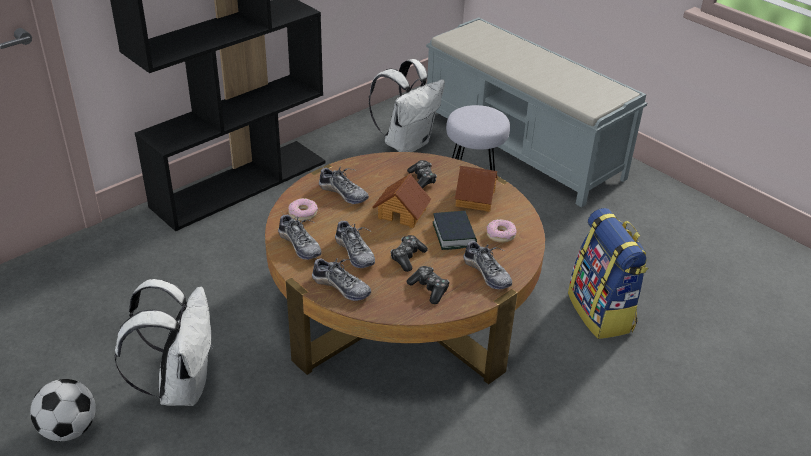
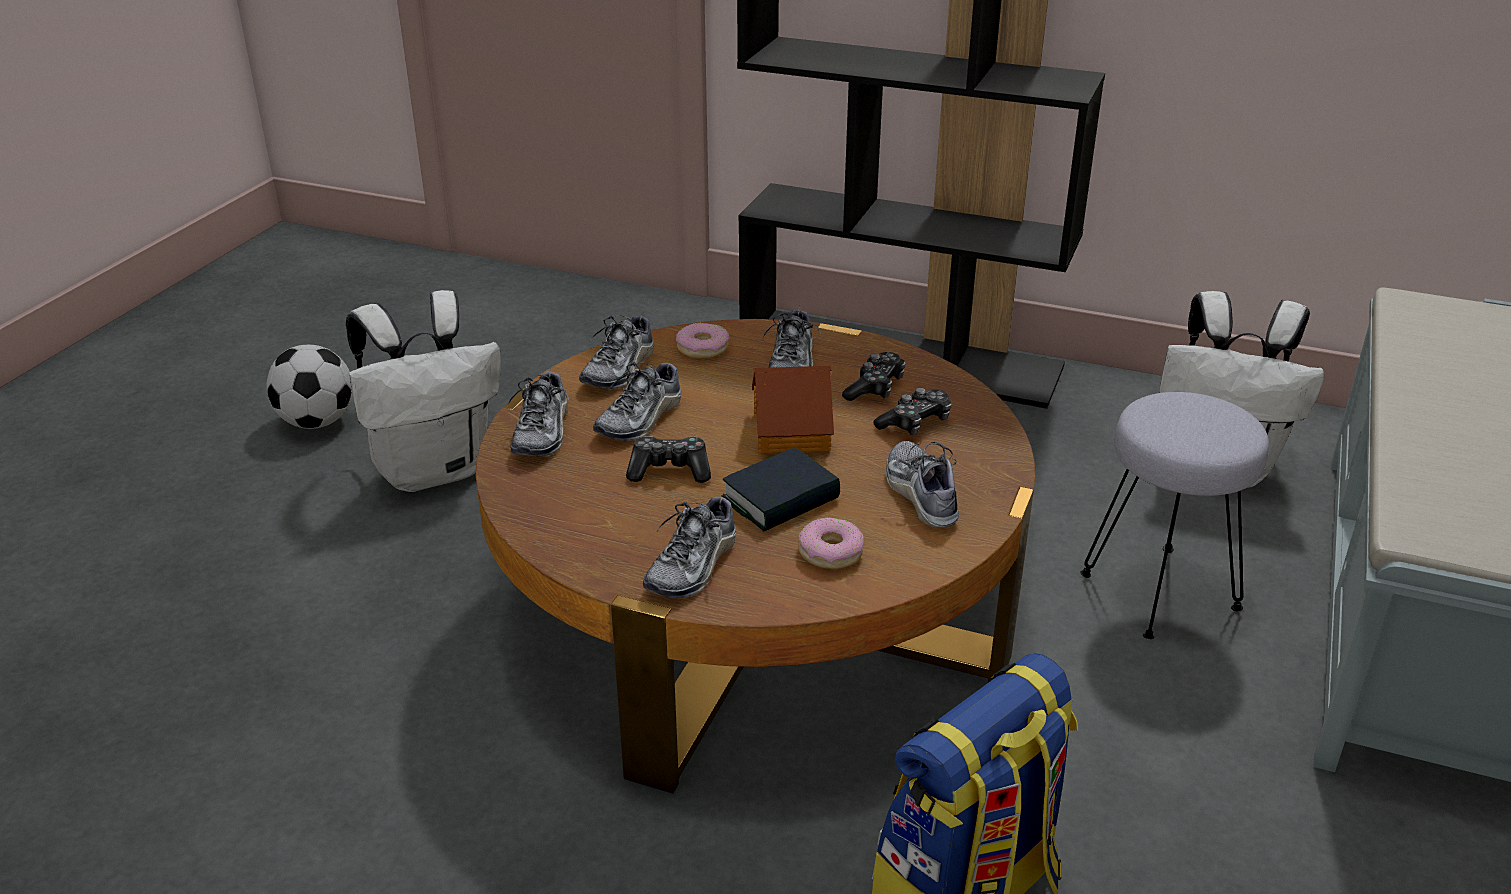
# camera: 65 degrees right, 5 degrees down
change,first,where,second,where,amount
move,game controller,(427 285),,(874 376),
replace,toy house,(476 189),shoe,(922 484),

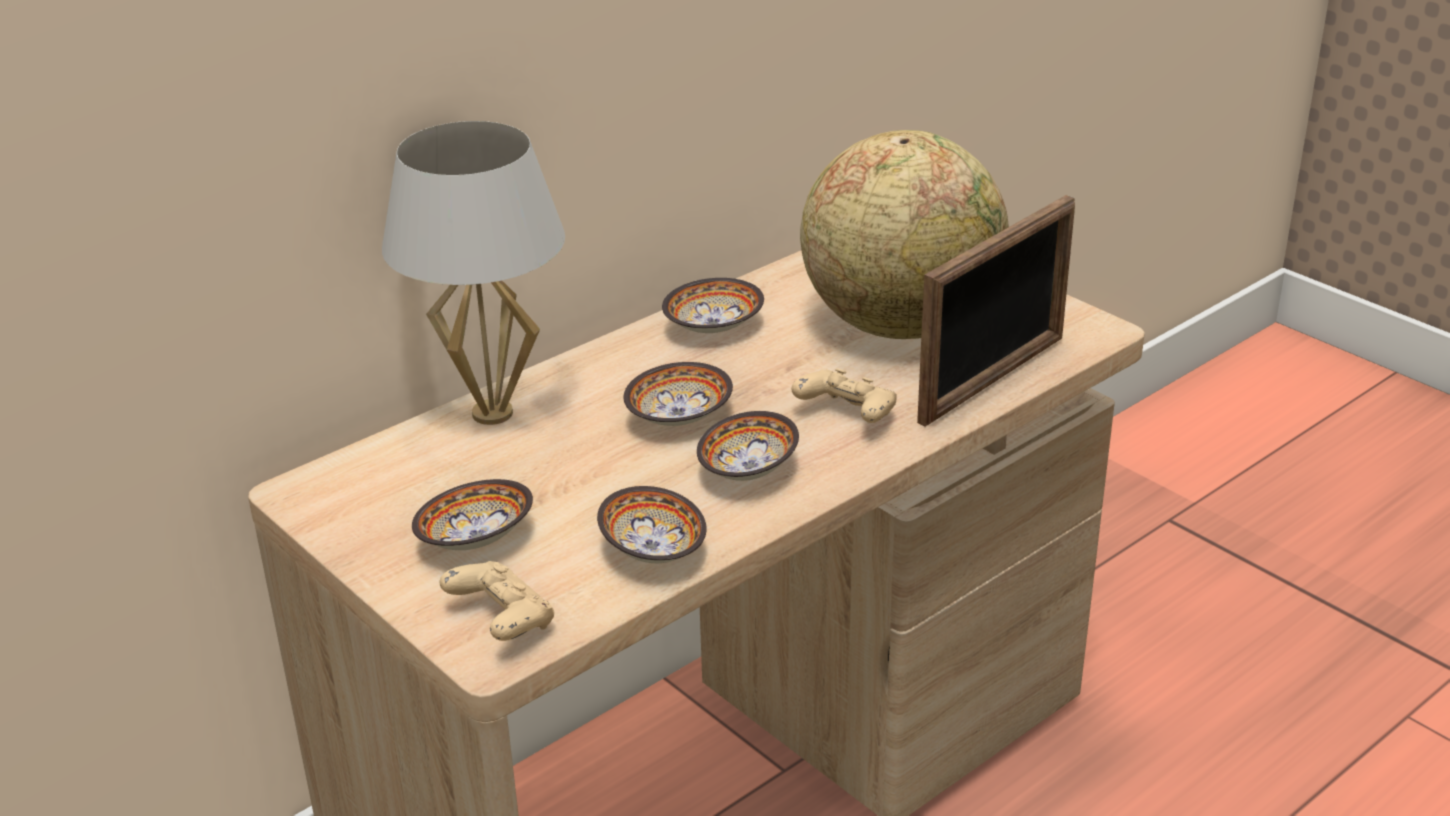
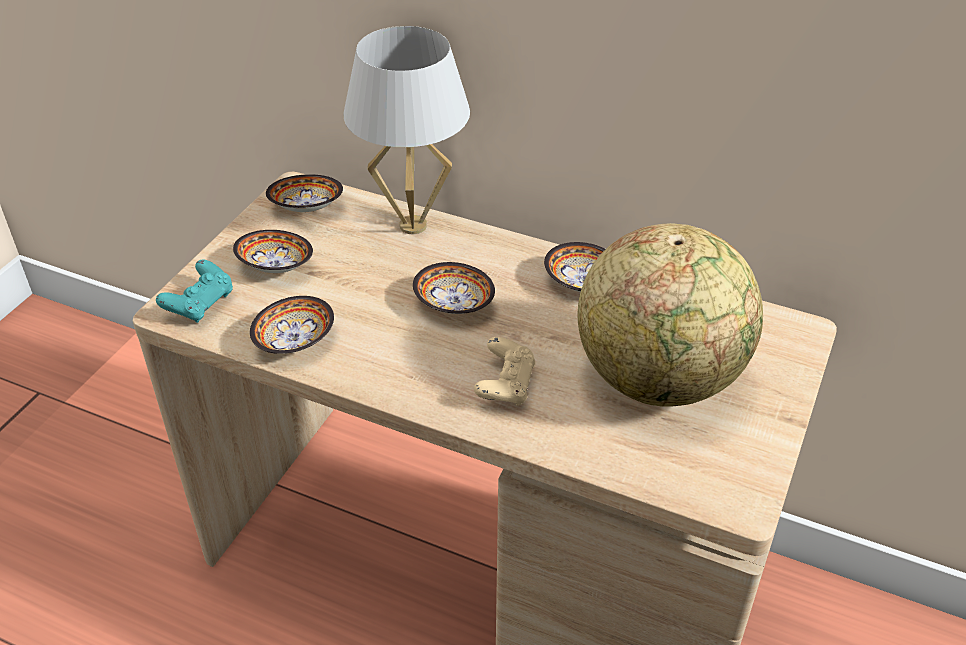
# camera: 65 degrees right, 10 degrees up
change,first,where,second,where,amount
delete,picture frame,(996 311),,,
move,bowl,(748 446),,(304 193),
recolor,beige game controller,(497 601),turquoise game controller,(194 291),

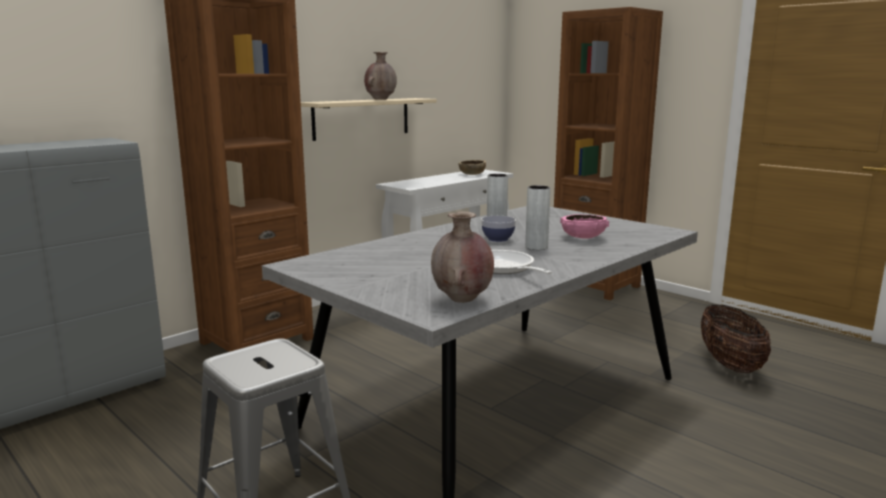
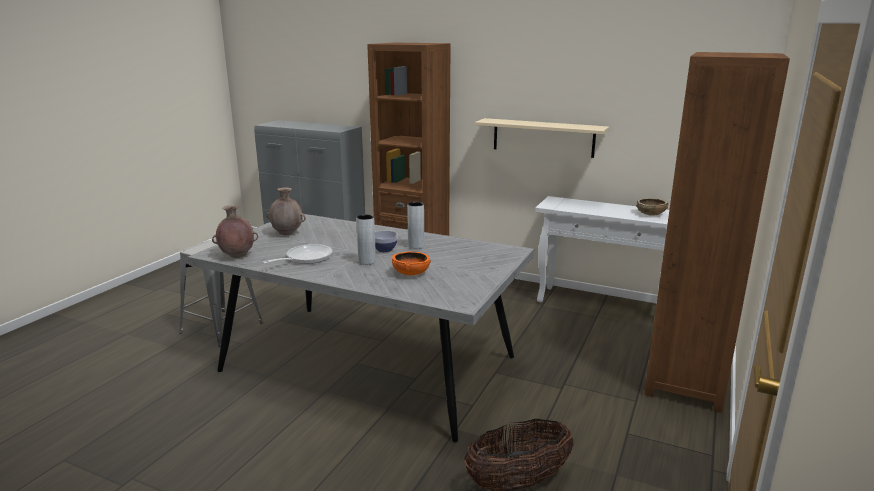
# camera: 70 degrees right, 5 degrees up
change,first,where,second,where,amount
move,brown vase,(380 76),,(286 211),
recolor,pink bowl,(584 226),orange bowl,(411 263),

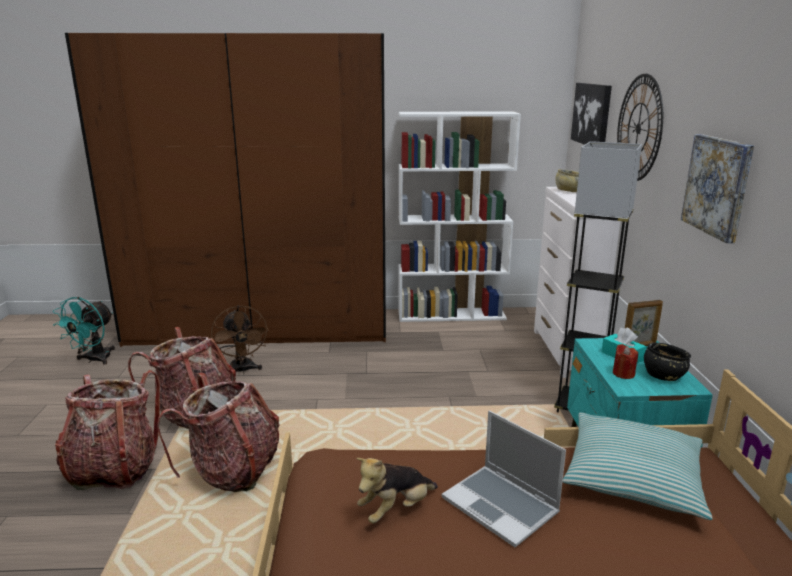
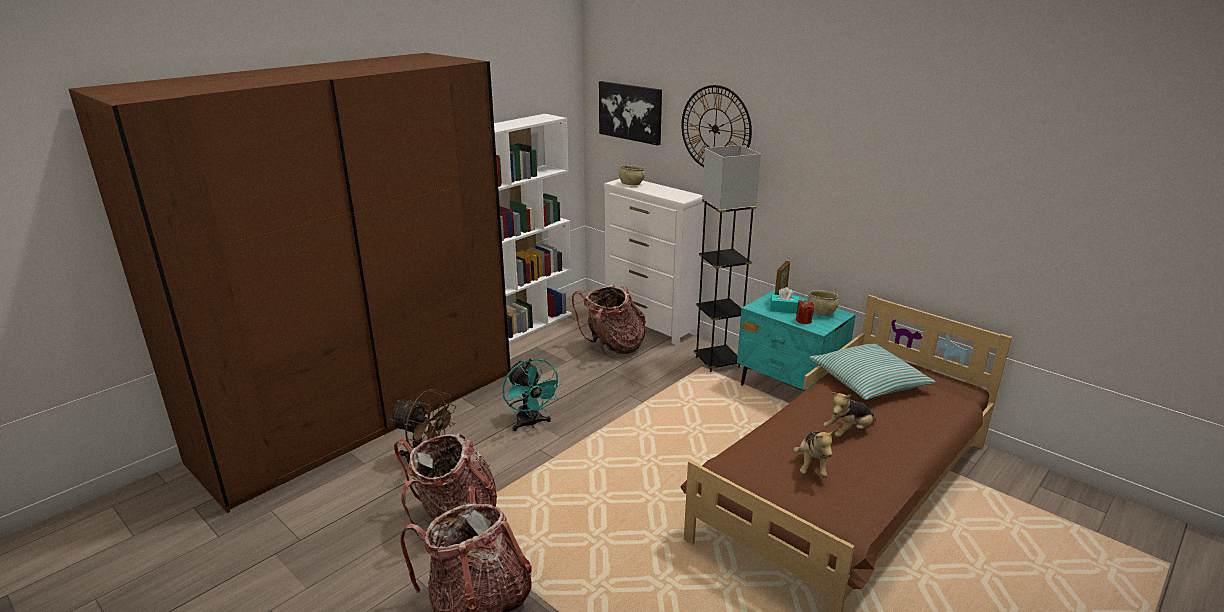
# camera: 45 degrees left, 5 degrees up
change,first,where,second,where,amount
delete,picture,(717 188),,,
move,turquoise fan,(84 331),,(532 395),
move,backpack,(218 432),,(609 319),
replace,laptop,(504 479),plush toy,(849 414),
recolor,black bowl,(667 362),beige bowl,(823 303),

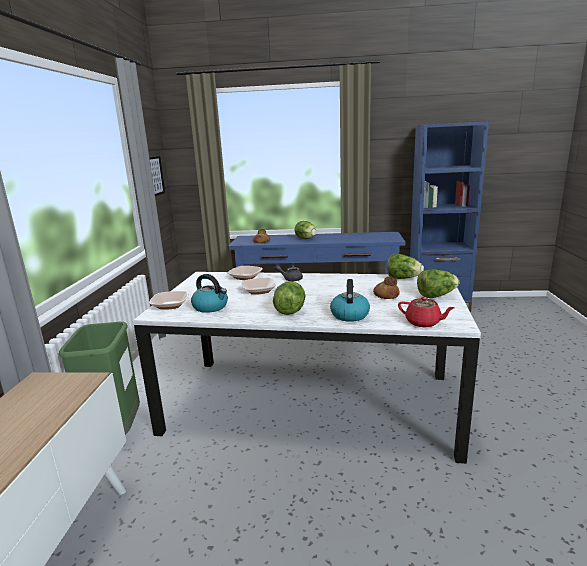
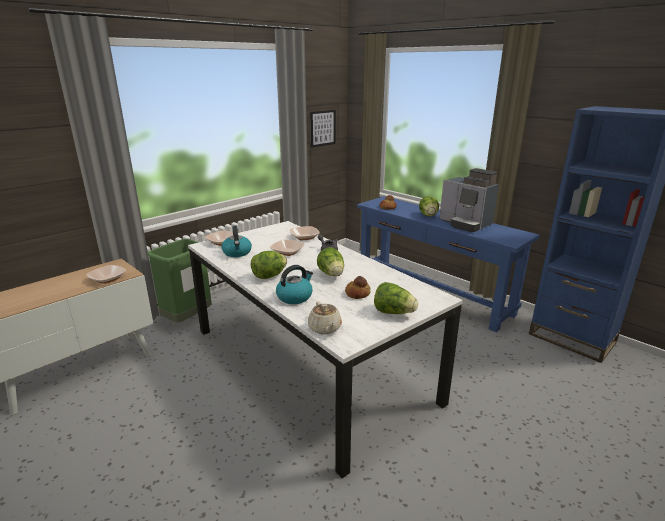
# camera: 40 degrees right, 5 degrees up
change,first,where,second,where,amount
insert,,,bowl,(106 274),
insert,,,coffee machine,(469 200),
move,lettuce,(405 266),,(330 261),
recolor,red teapot,(426 312),beige teapot,(325 317),

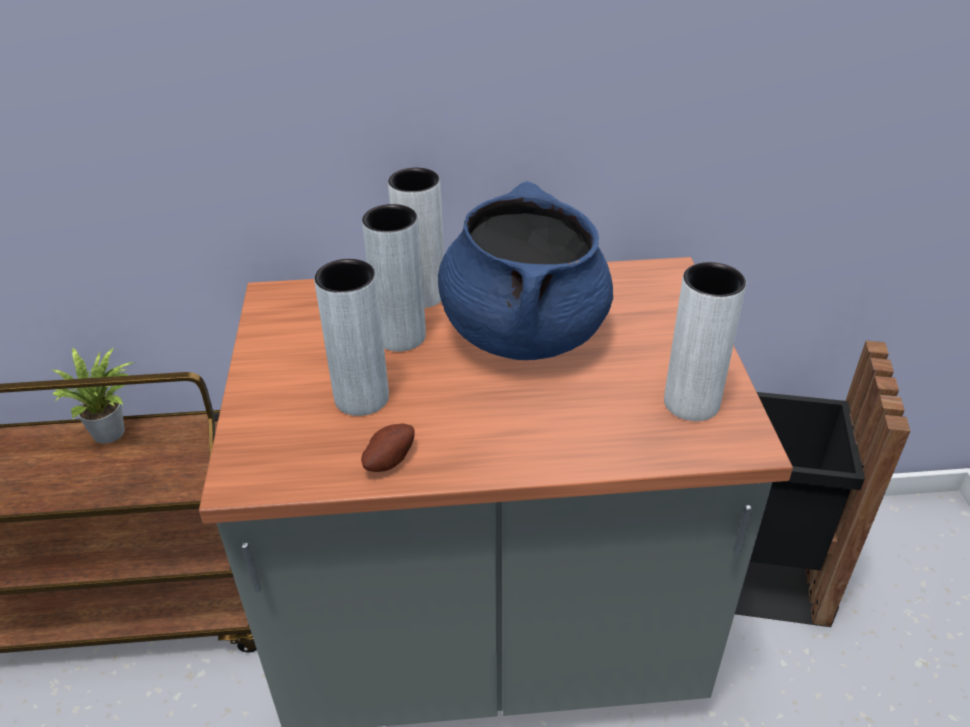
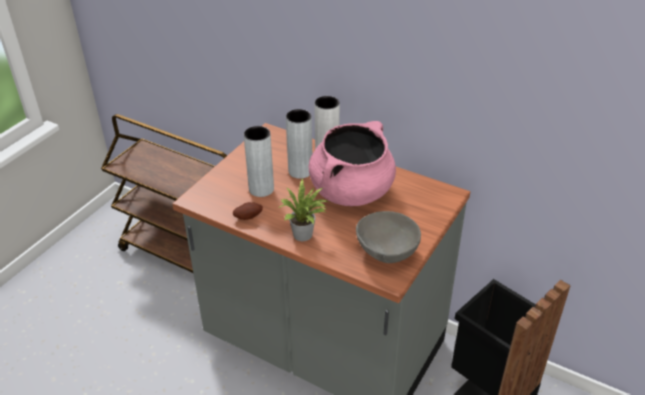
# camera: 35 degrees right, 0 degrees up
change,first,where,second,where,amount
move,potted plant,(92 396),,(303 209),
replace,white vase,(705 341),grey bowl,(388 237),
recolor,blue cooking pot,(525 270),pink cooking pot,(352 163),

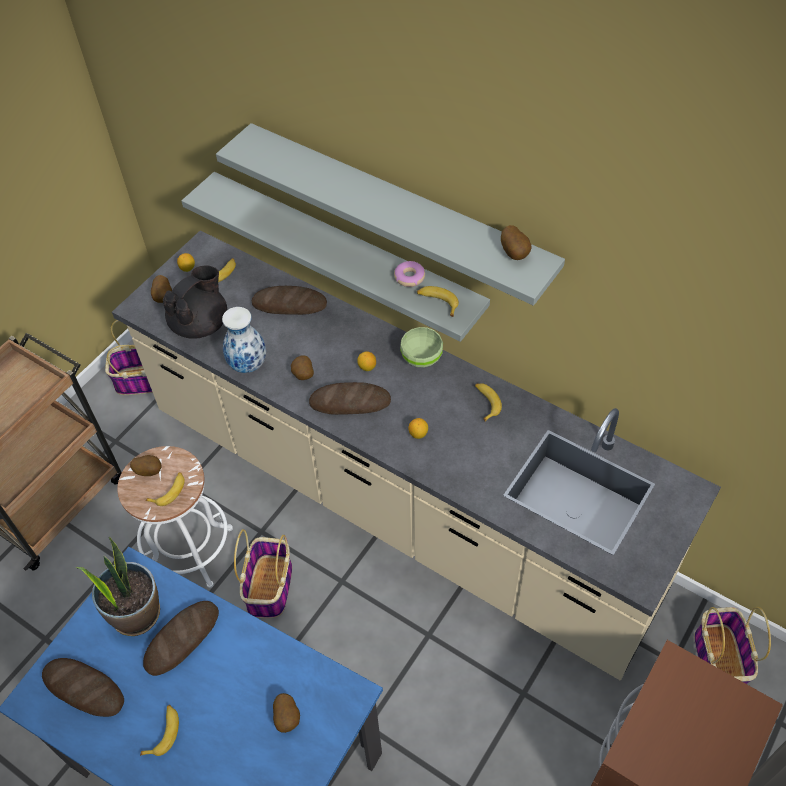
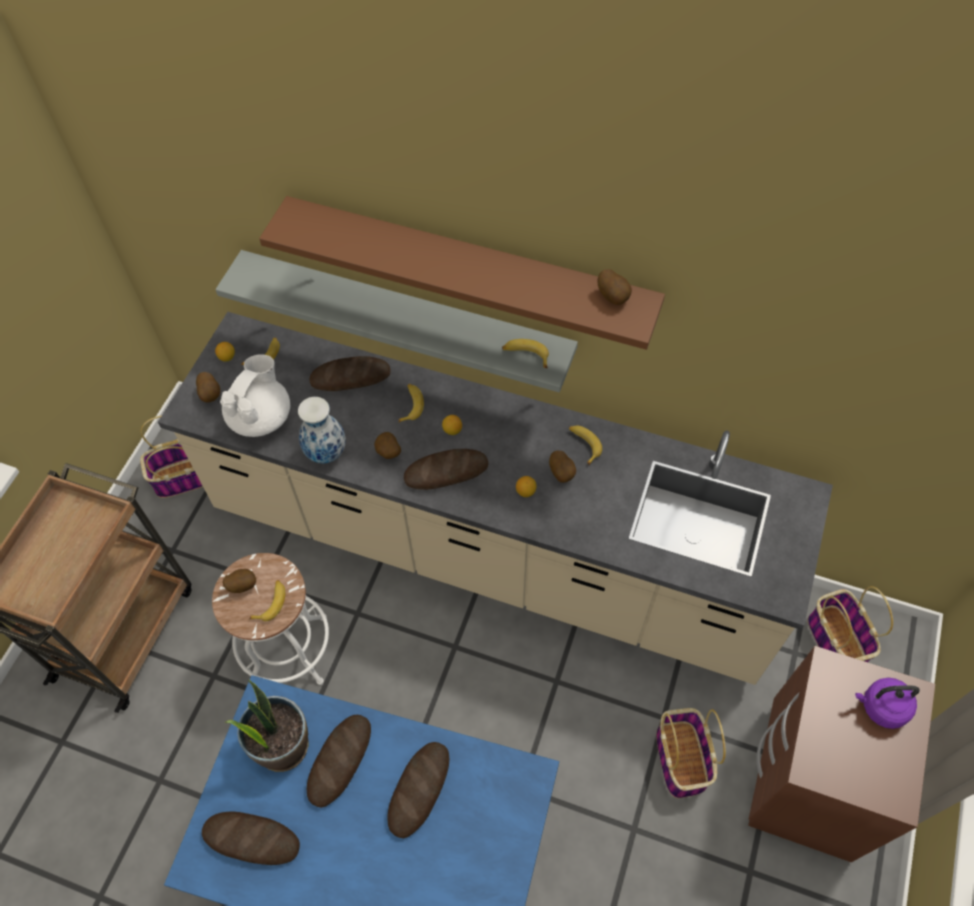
# camera: 15 degrees left, 5 degrees up
change,first,where,second,where,amount
delete,donut,(409 274),,,
delete,green bowl,(421 347),,,
insert,,,bread,(418 790),
insert,,,purple kettle,(887 703),
move,banana,(159 730),,(411 403),
move,basket,(263 573),,(691 753),
move,potato,(286 713),,(562 467),
recolor,black teapot,(195 302),white teapot,(255 395),
recolor,grey shelf,(390 214),brown shelf,(462 273),

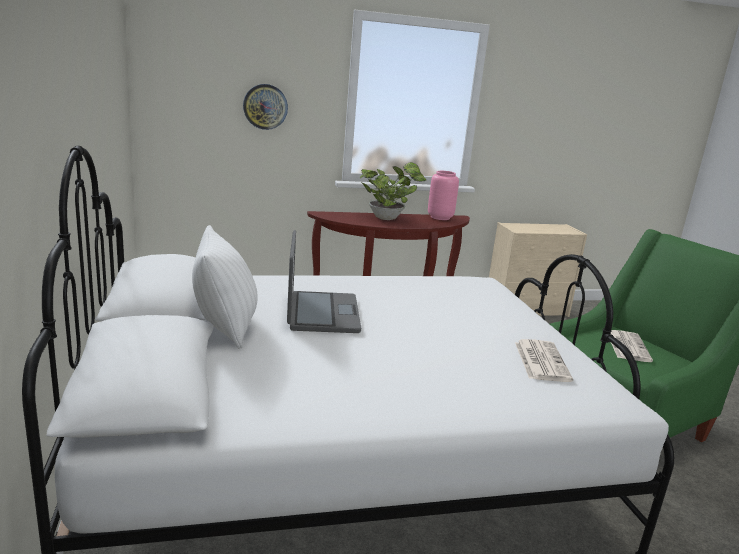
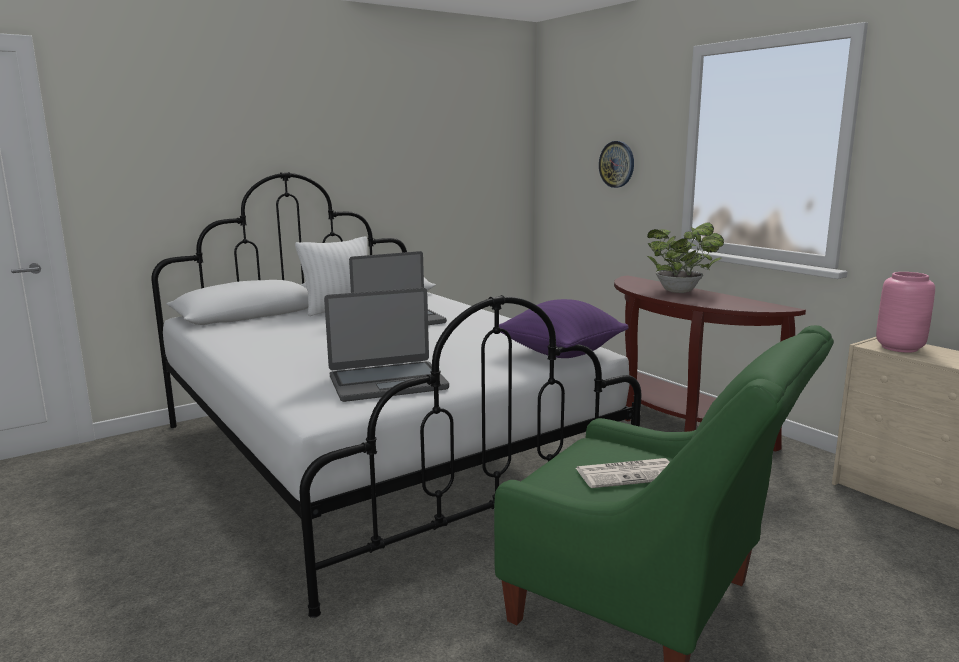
# camera: 70 degrees right, 5 degrees down
change,first,where,second,where,amount
insert,,,purple pillow,(564 328),
move,pink vase,(443 195),,(905 312),
replace,newspaper,(544 360),laptop,(386 345),

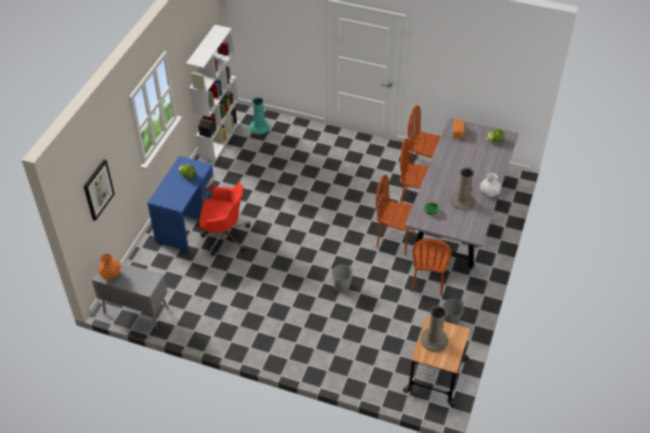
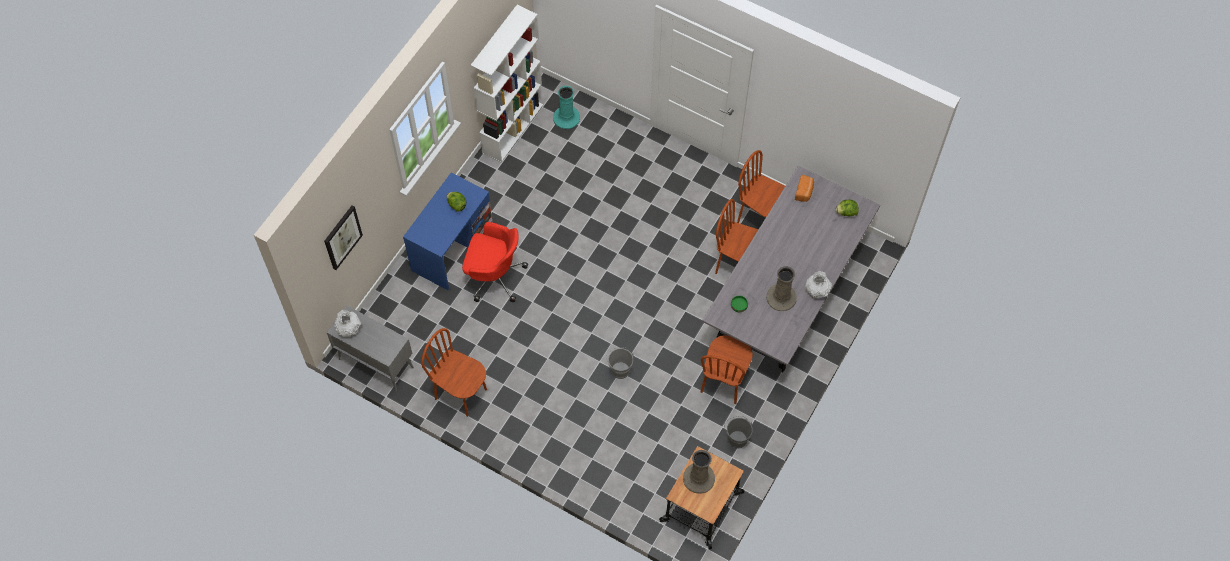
# camera: 10 degrees right, 15 degrees up
change,first,where,second,where,amount
move,brown chair,(395 215),,(454 372),
recolor,orange vase,(109 267),white vase,(348 323),

